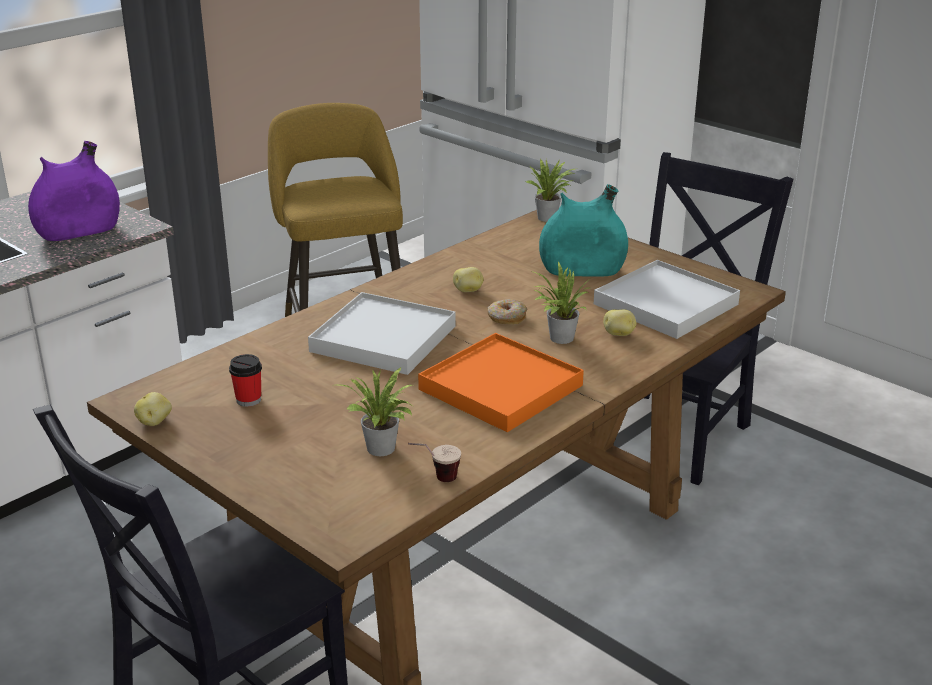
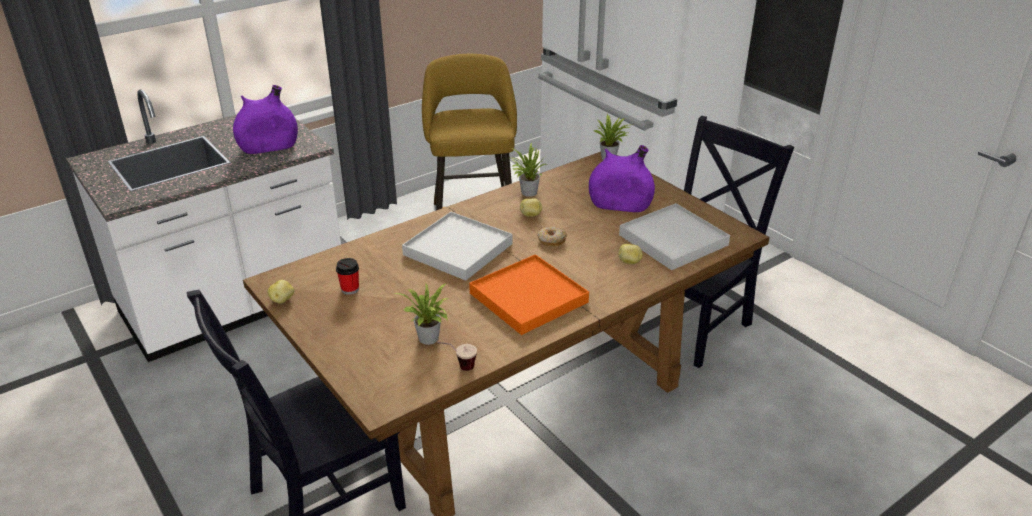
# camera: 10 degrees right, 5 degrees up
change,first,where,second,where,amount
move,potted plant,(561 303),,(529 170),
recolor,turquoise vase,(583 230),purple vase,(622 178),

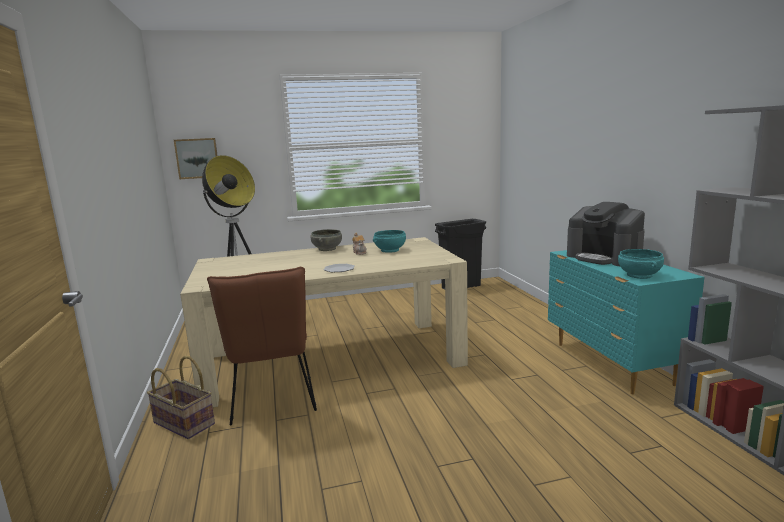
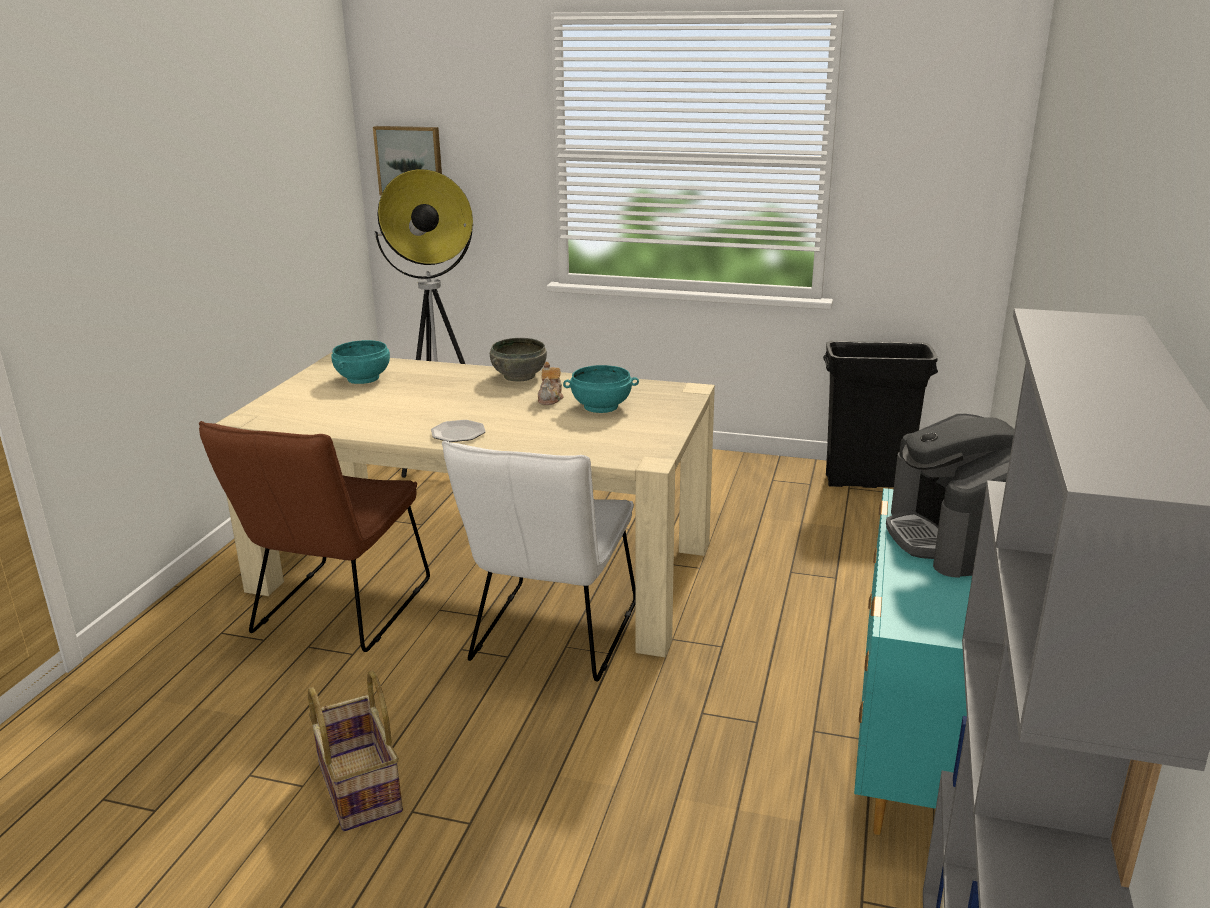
# camera: 30 degrees right, 10 degrees up
change,first,where,second,where,amount
insert,,,white chair,(539 561),
move,basket,(181 397),,(355 751),
move,turquoise bowl,(641 264),,(360 362),

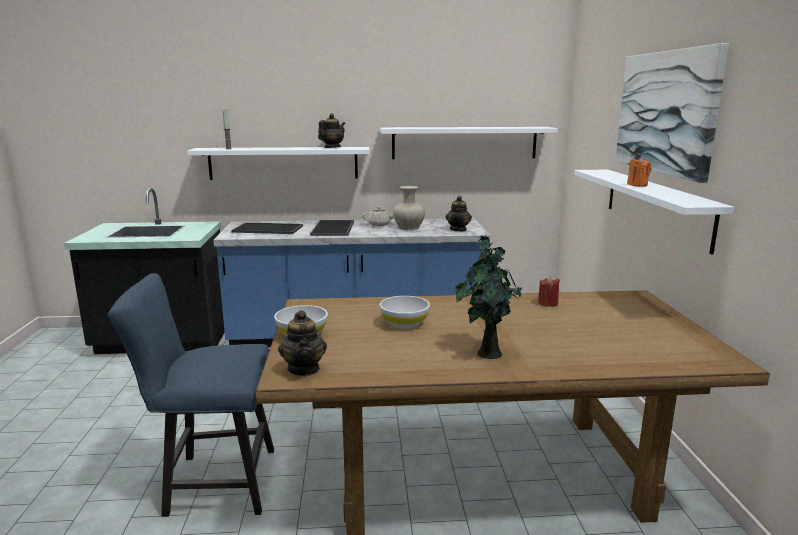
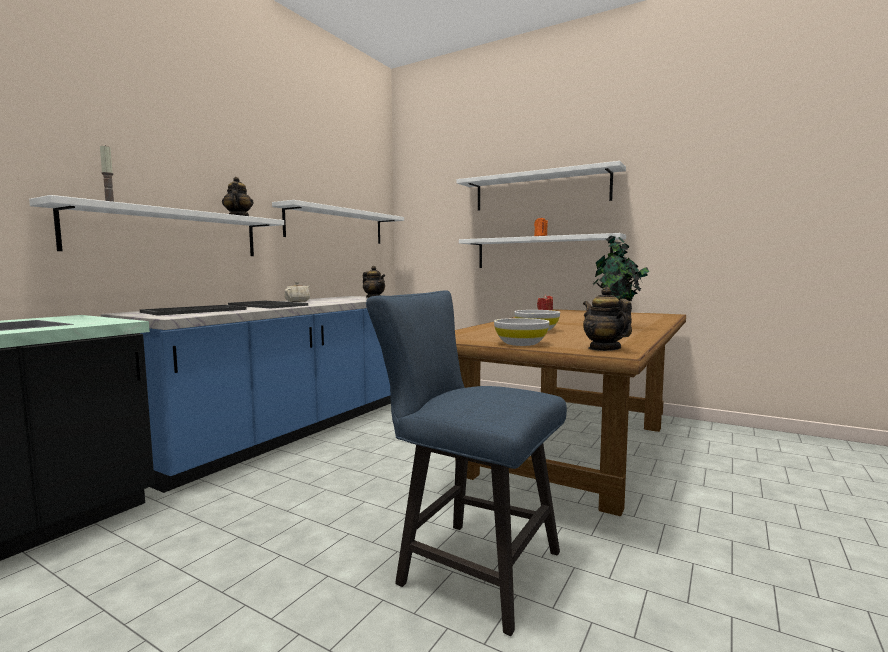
# camera: 55 degrees left, 10 degrees down
change,first,where,second,where,amount
delete,beige vase,(409 208),,,
replace,picture,(672 113),white shelf,(541 186),
rotate,blue chair,(191 395),,(466 463),90 degrees clockwise
rotate,teapot,(302 343),,(607 319),135 degrees counterclockwise

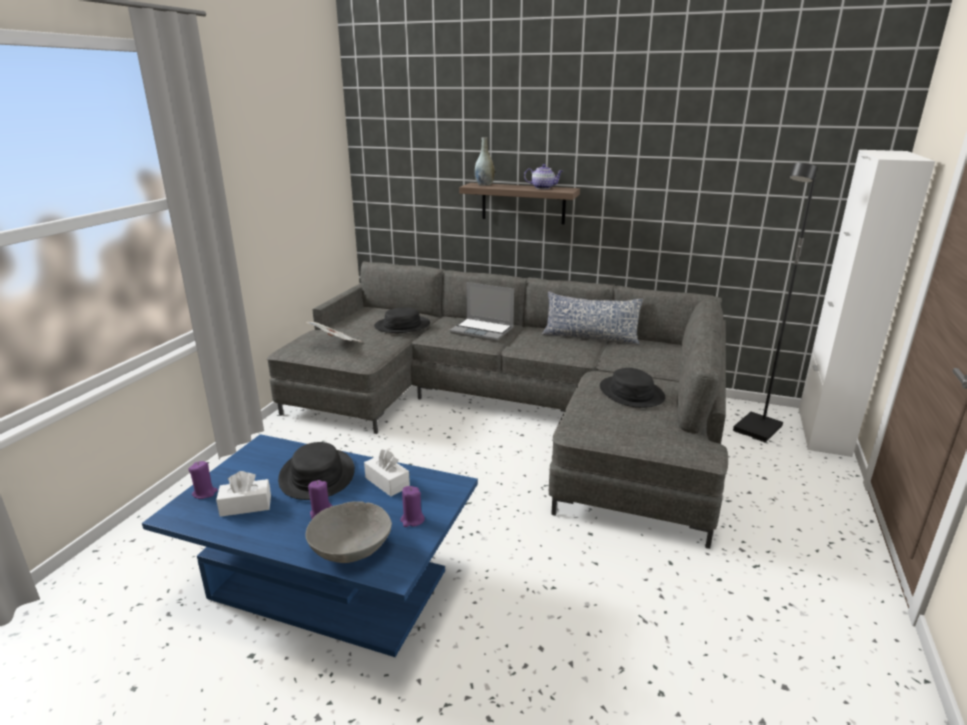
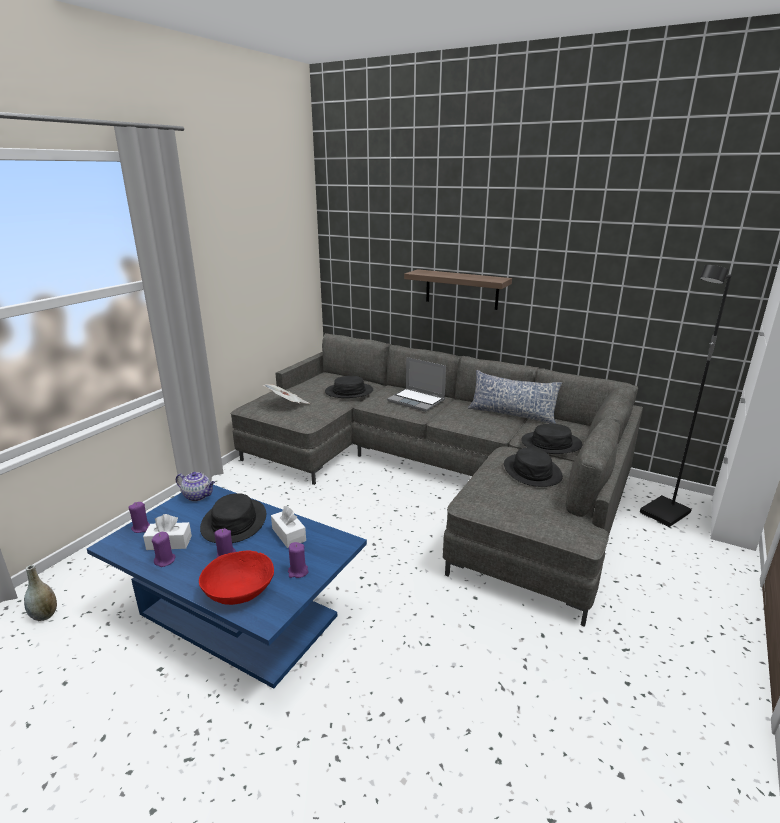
# camera: 10 degrees right, 0 degrees up
change,first,where,second,where,amount
insert,,,purple candle,(164 549),
insert,,,black hat,(552 439),
move,grey vase,(485 161),,(40 593),
move,teapot,(543 176),,(195 486),
recolor,grey bowl,(348 532),red bowl,(236 577),

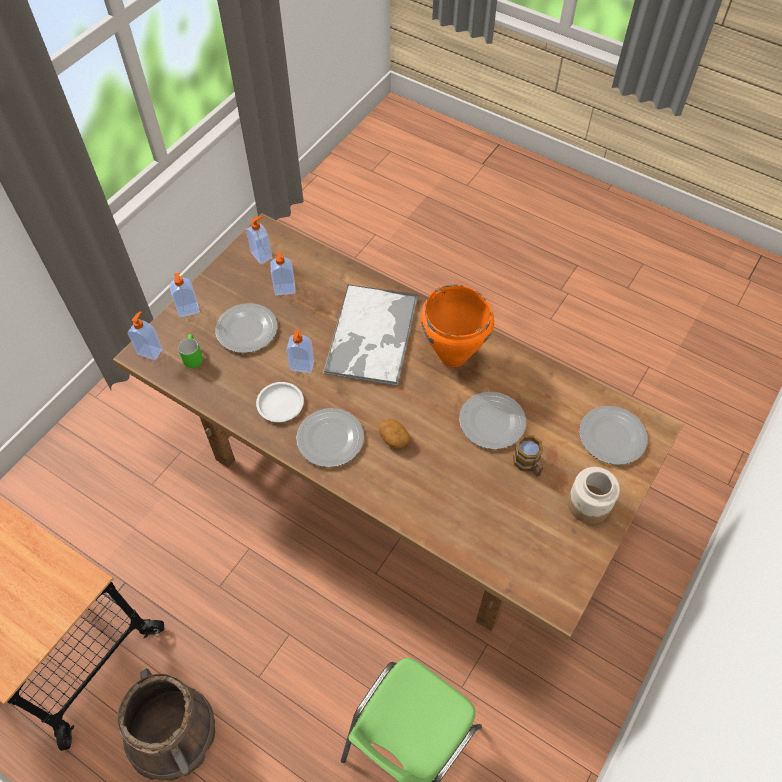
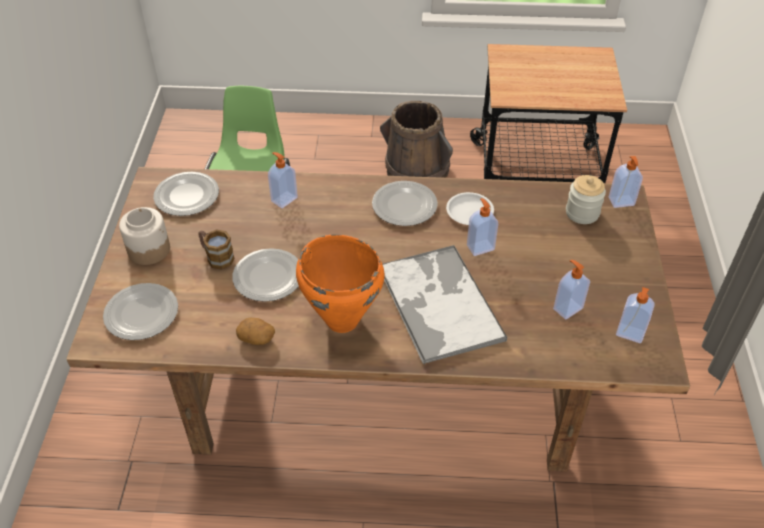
# camera: 150 degrees right, 10 degrees down
change,first,where,second,where,amount
move,soap dispenser,(185 295),,(283 180),
move,plate,(246 328),,(186 194),
move,potato,(394 434),,(255 331),
replace,green mug,(190 351),jar,(586 199),

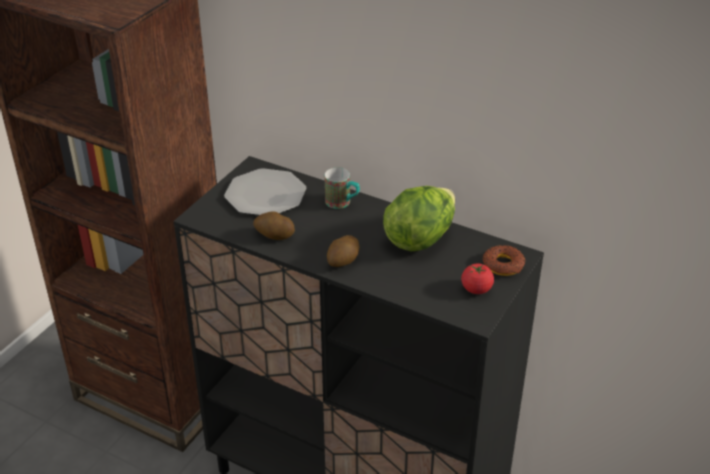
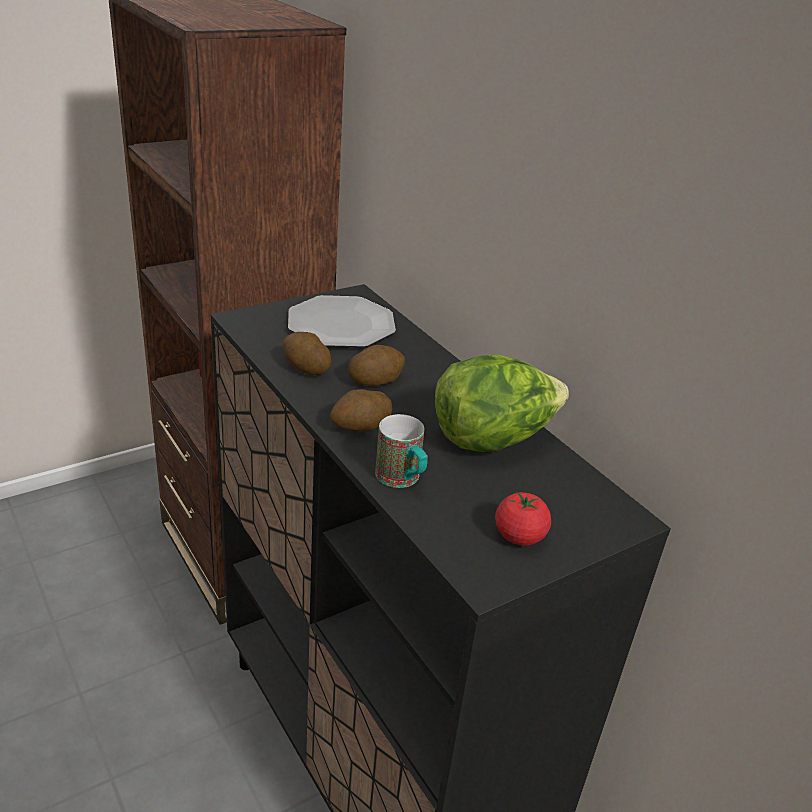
# camera: 25 degrees right, 5 degrees down
change,first,where,second,where,amount
delete,donut,(503 260),,,
insert,,,potato,(376 365),
move,mug,(342 188),,(401 451),

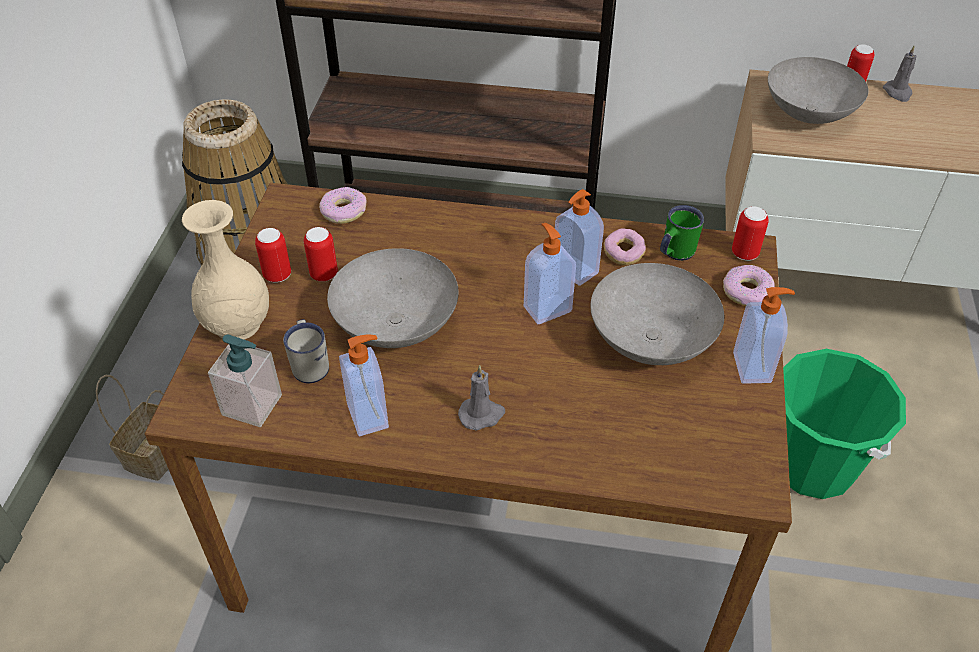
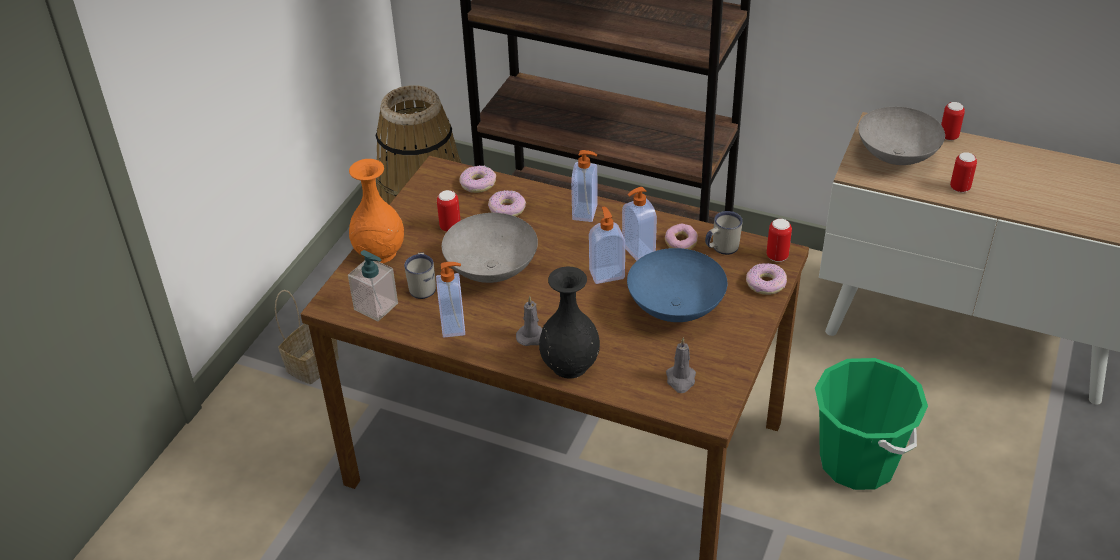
# camera: 15 degrees right, 5 degrees down
change,first,where,second,where,amount
insert,,,donut,(507 203),
insert,,,black vase,(569 322),
move,can,(273 255),,(963 172),
move,soap dispenser,(764 335),,(584 186),
move,grey candle,(899 74),,(681 365),
recolor,beige vase,(225 270),orange vase,(376 211),
recolor,grey bowl,(657 314),blue bowl,(677 285),
recolor,green mug,(682 233),white mug,(724 233),

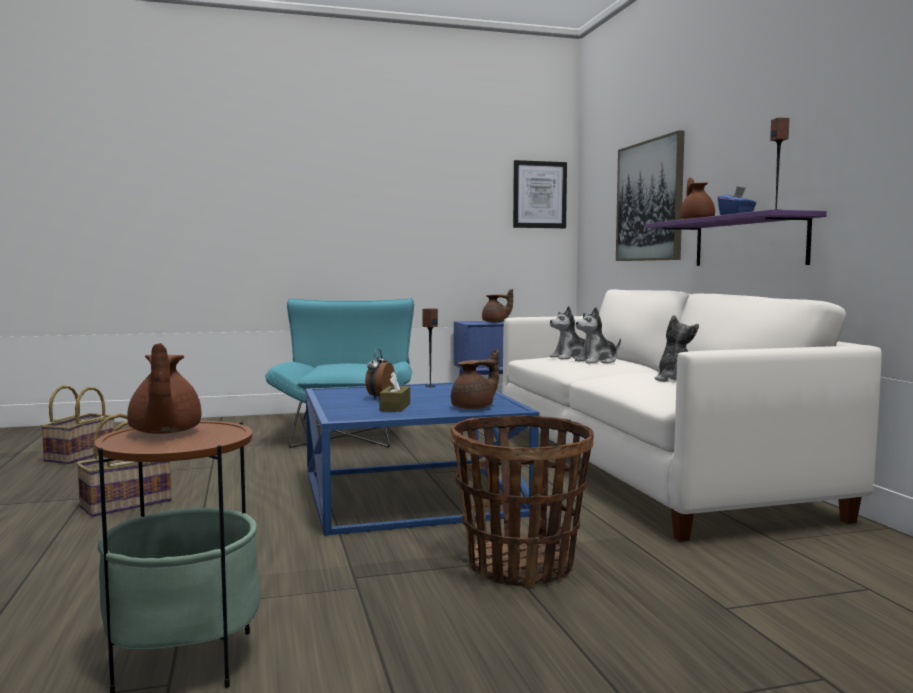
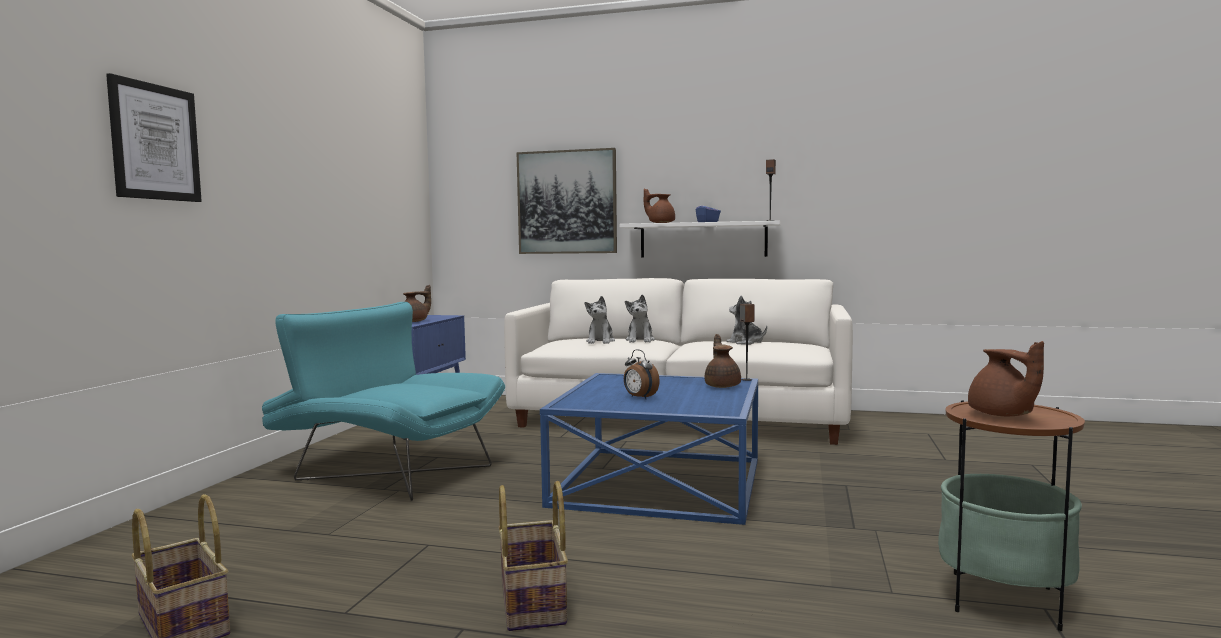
# camera: 60 degrees left, 0 degrees up
change,first,where,second,where,amount
delete,brown tissue box,(394 392),,,
delete,basket,(521 502),,,
move,speaker,(430 347),,(747 342),
move,picture,(540 194),,(154 137),
recolor,purple shelf,(736 238),white shelf,(700 239),
rotate,brown teapot,(164 388),,(1006 378),60 degrees clockwise

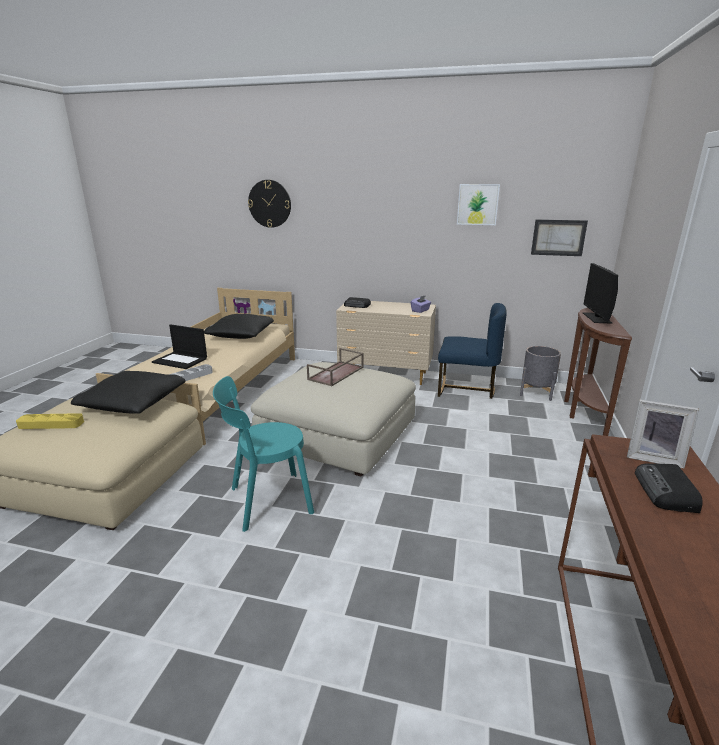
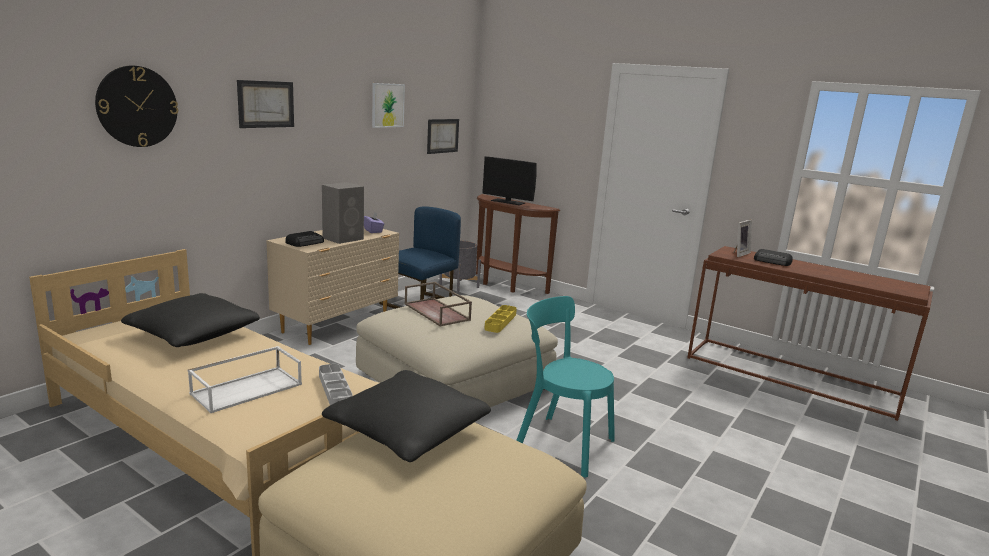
# camera: 70 degrees left, 5 degrees down
change,first,where,second,where,amount
insert,,,picture,(265 104),
insert,,,grey speaker,(343 213),
move,yellow tray,(50 421),,(500 319),
replace,laptop,(179 346),white tray,(245 379),
rotate,turquoise chair,(263 454),,(565 387),120 degrees clockwise

